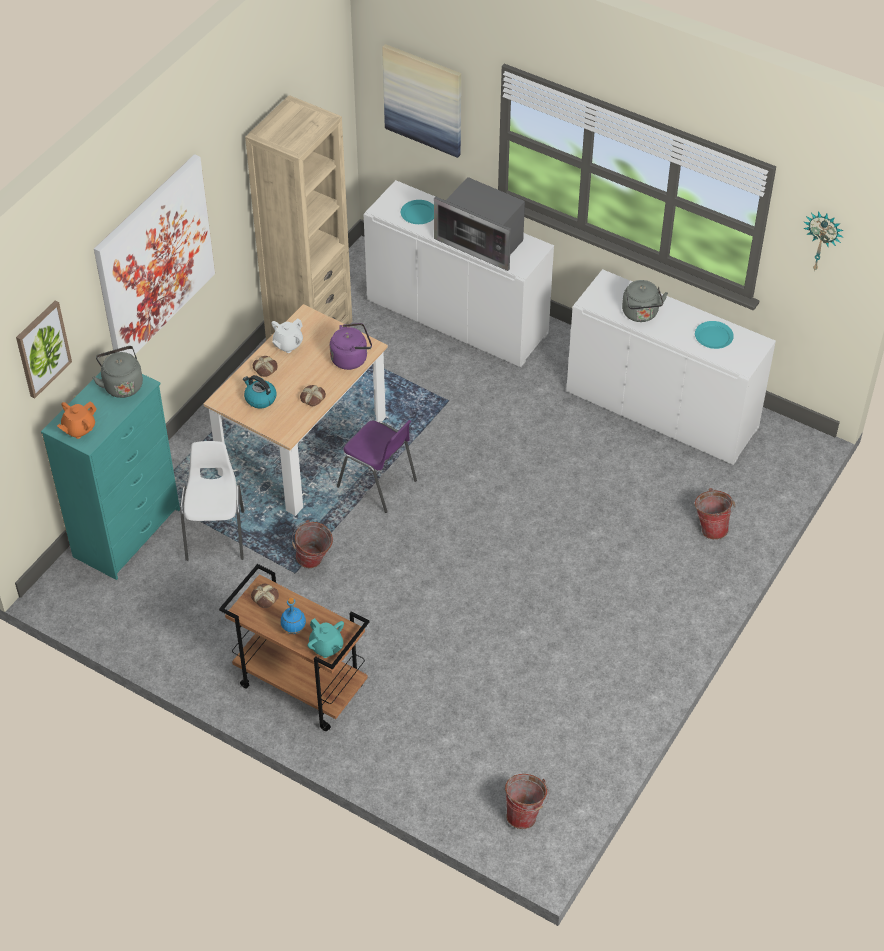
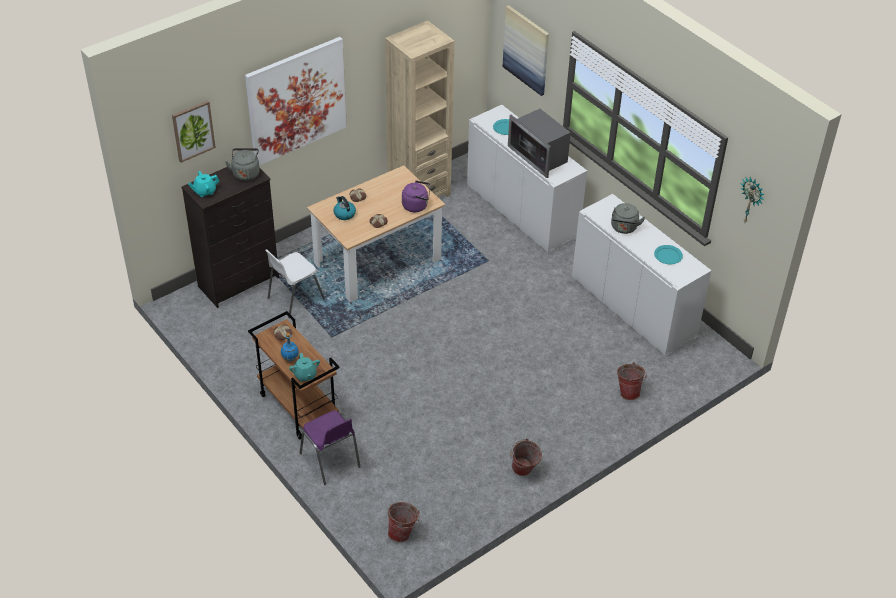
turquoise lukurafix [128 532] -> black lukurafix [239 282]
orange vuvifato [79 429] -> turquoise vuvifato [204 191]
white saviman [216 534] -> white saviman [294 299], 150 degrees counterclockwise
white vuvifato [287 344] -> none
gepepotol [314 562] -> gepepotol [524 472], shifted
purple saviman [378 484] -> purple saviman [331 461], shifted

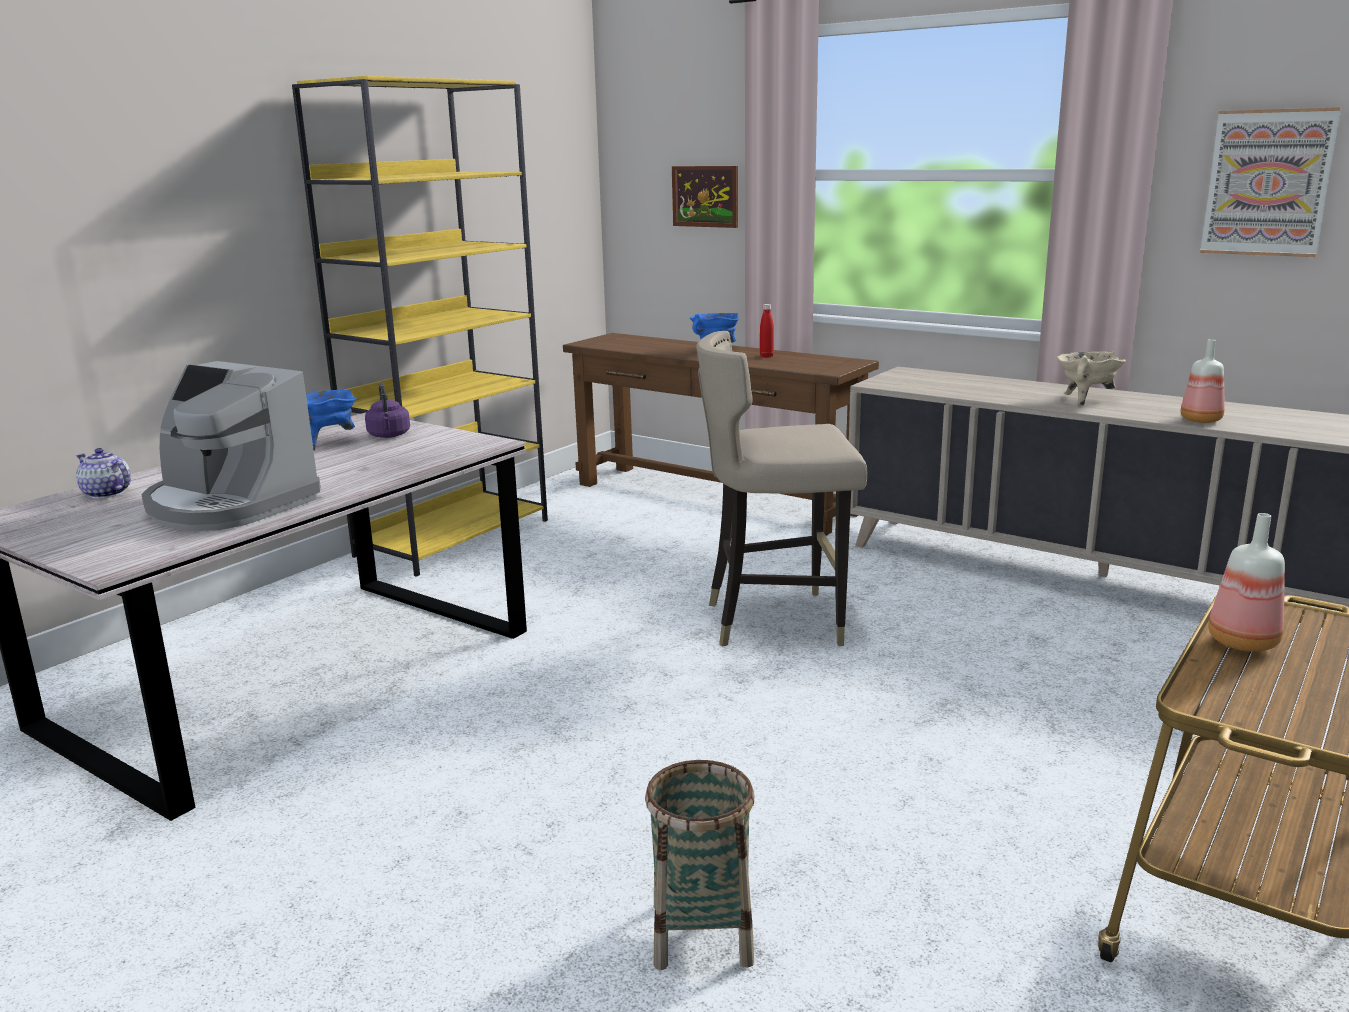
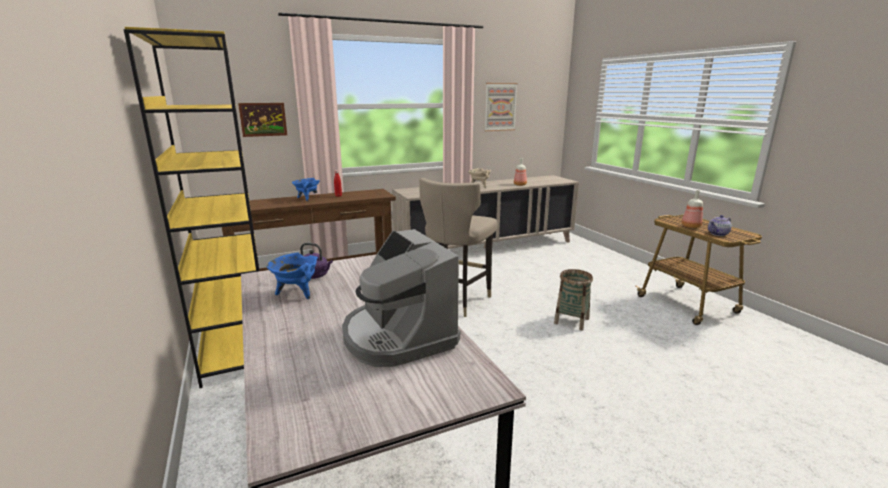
vuvifato [107 493] -> vuvifato [718 234], shifted
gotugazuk [229 505] -> gotugazuk [398 336], 90 degrees clockwise
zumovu [702 934] -> zumovu [571 321], shifted

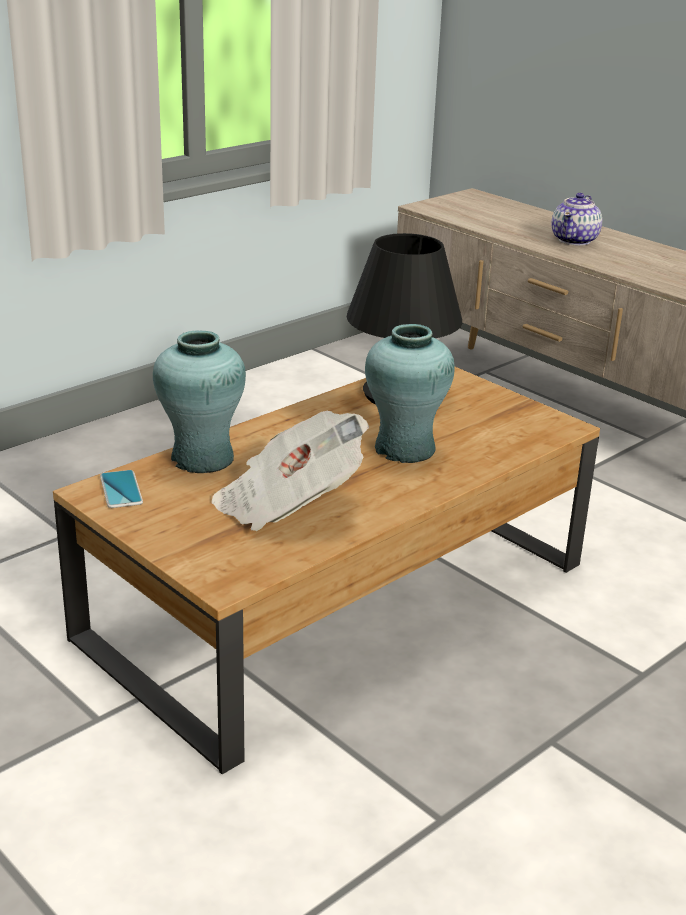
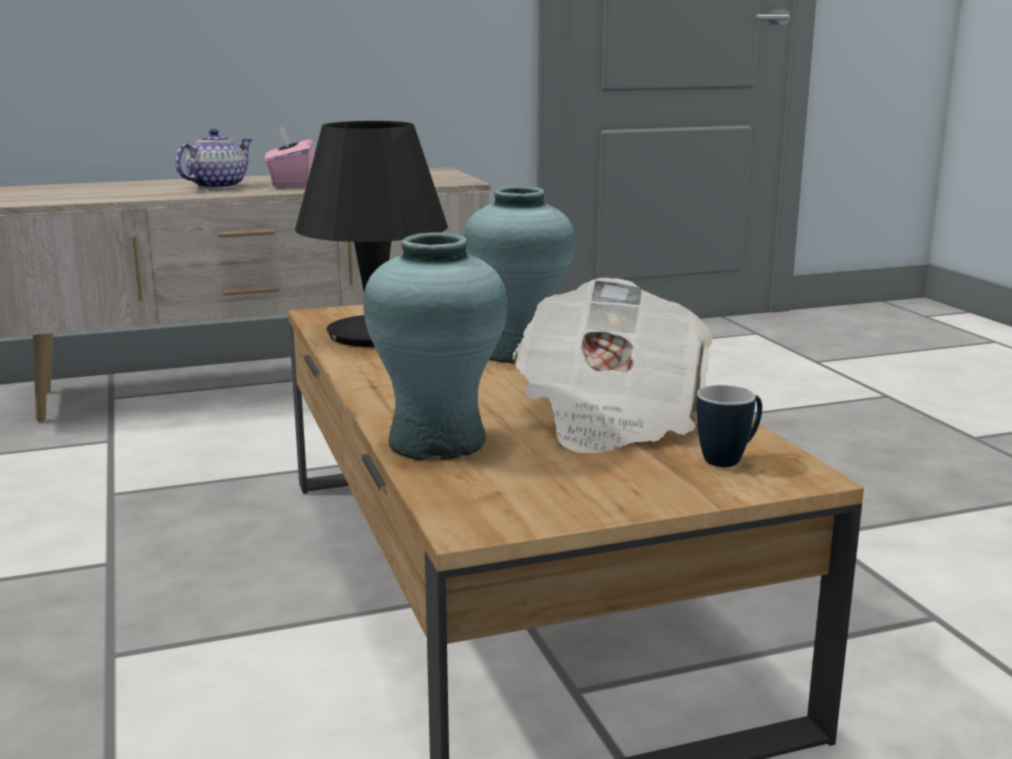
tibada [121 490] -> none
vuvifato [575 240] -> vuvifato [217 186], 105 degrees counterclockwise
none -> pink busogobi [291 183]
none -> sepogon [729 459]

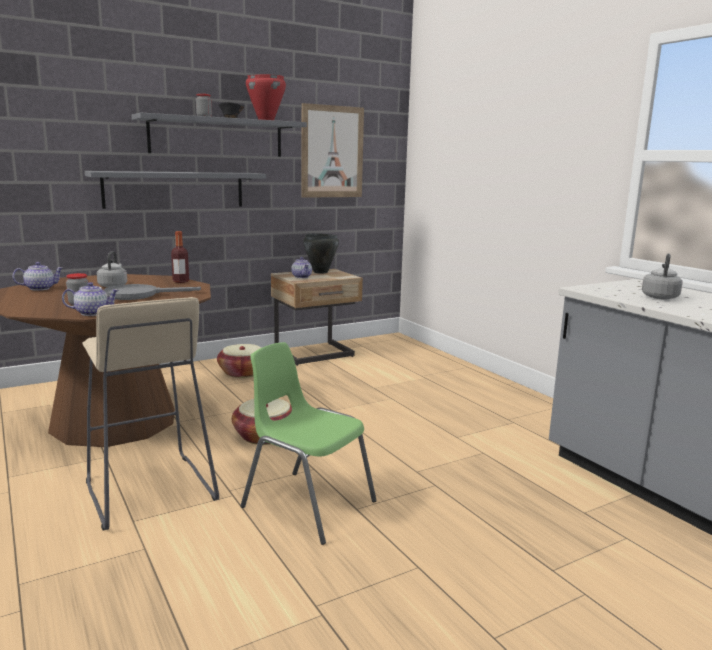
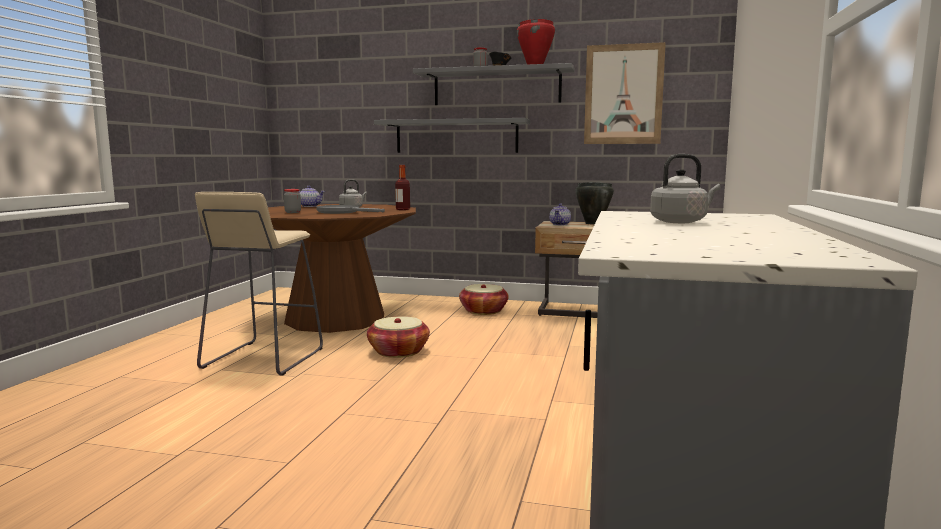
vuvifato [93 313] -> none
green saviman [307 504] -> none

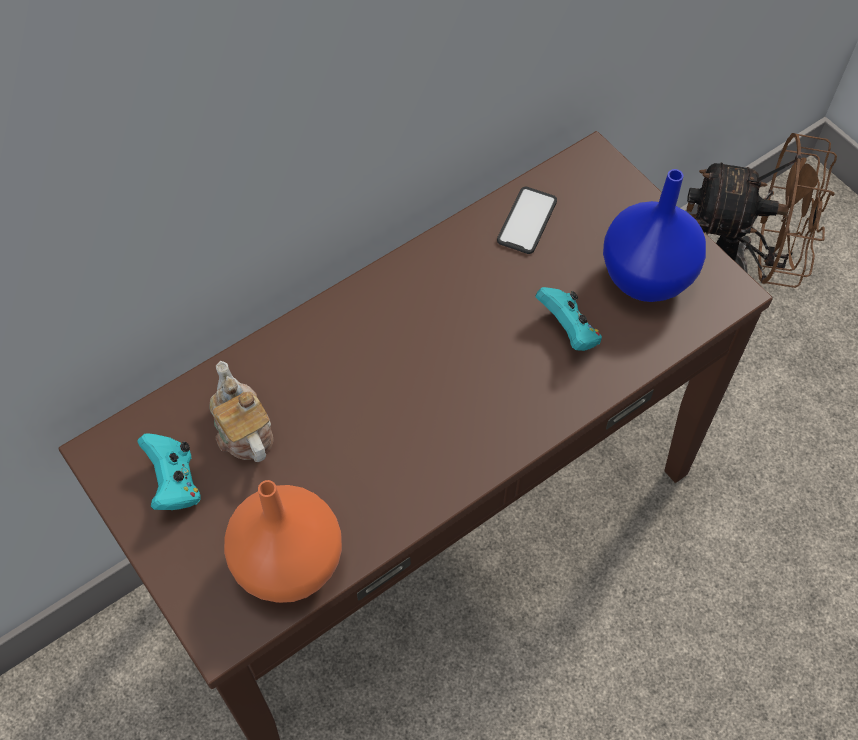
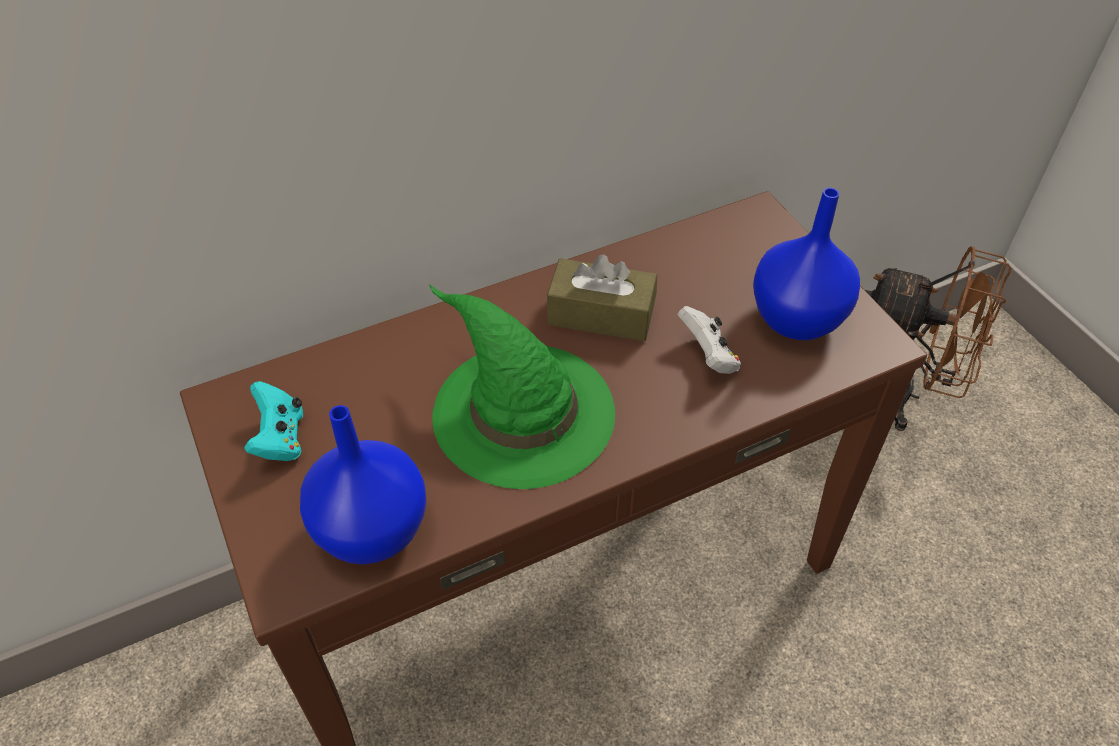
vuvifato [243 430] -> none
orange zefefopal [288 566] -> blue zefefopal [371 533]
tibada [527 221] -> none
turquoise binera [568 331] -> white binera [708 357]
none -> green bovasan [520 411]
none -> brown busogobi [601 314]

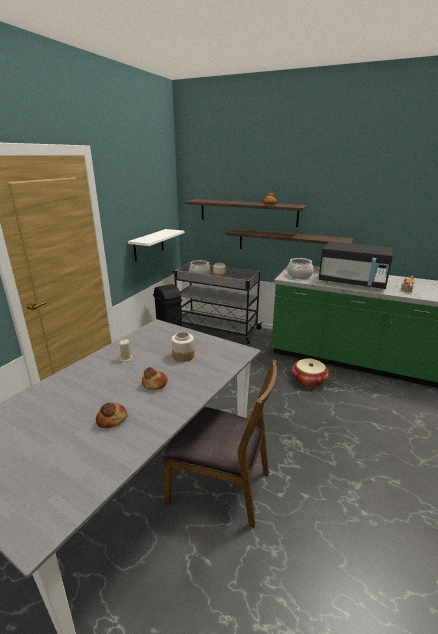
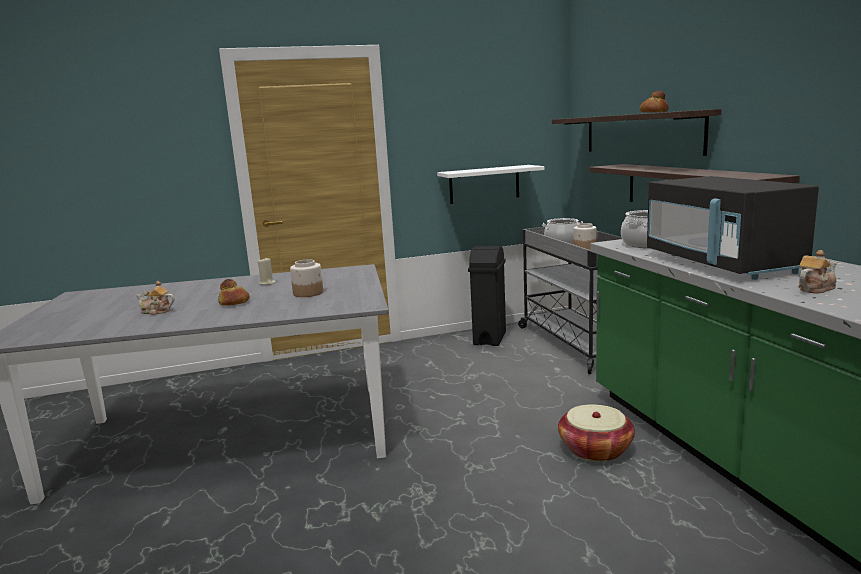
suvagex [112 420] -> vuvifato [156 311]
brown saviman [220 486] -> none

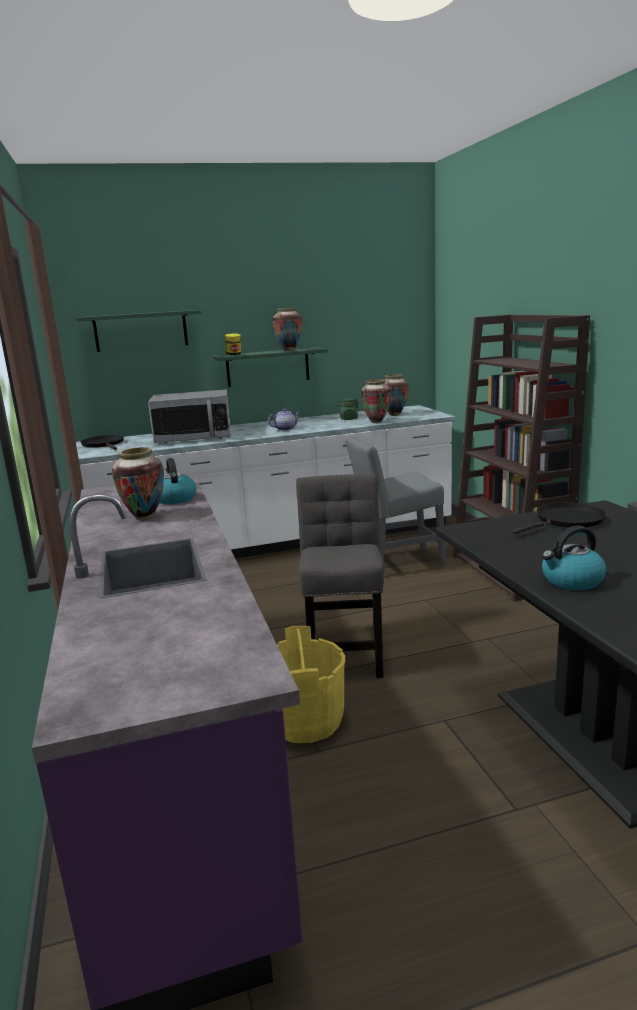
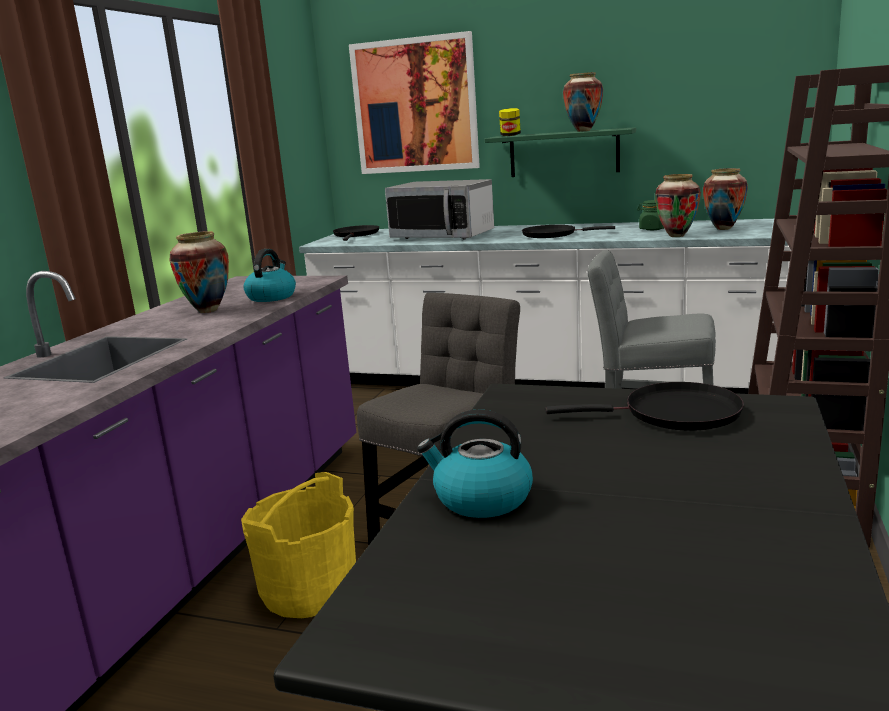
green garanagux [141 331] -> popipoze [415 106]
vuvifato [285 429] -> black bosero [553 235]

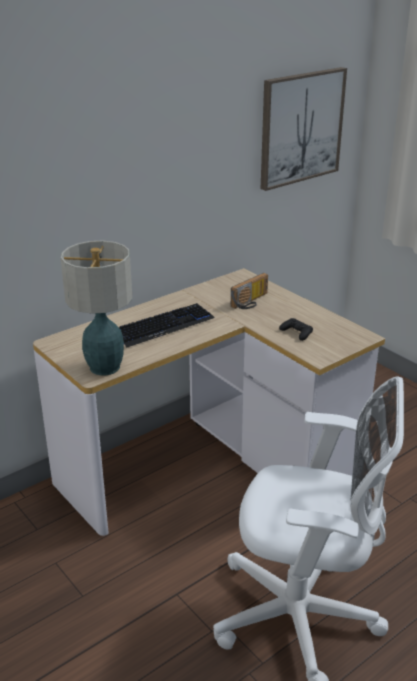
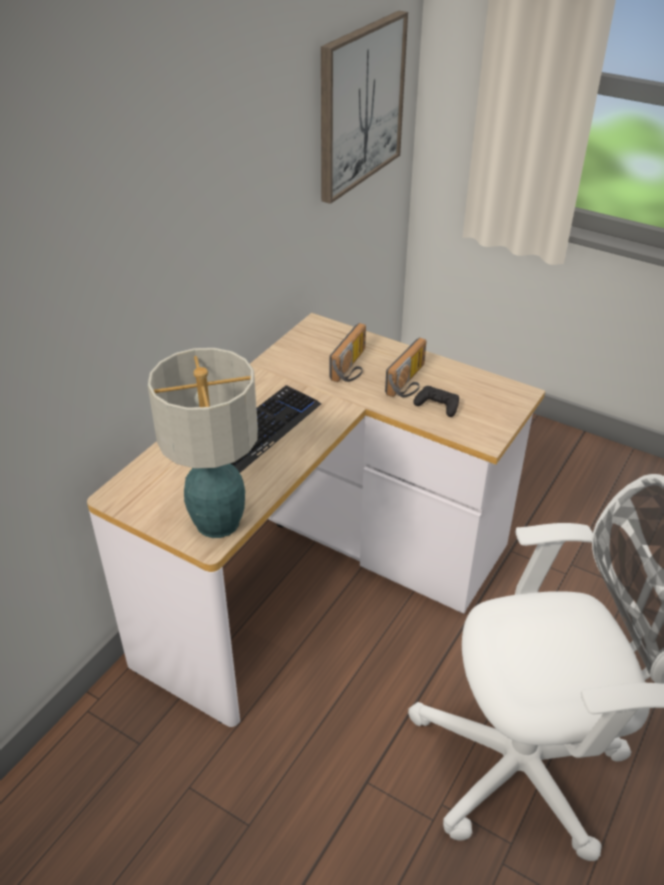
none -> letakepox [410 382]

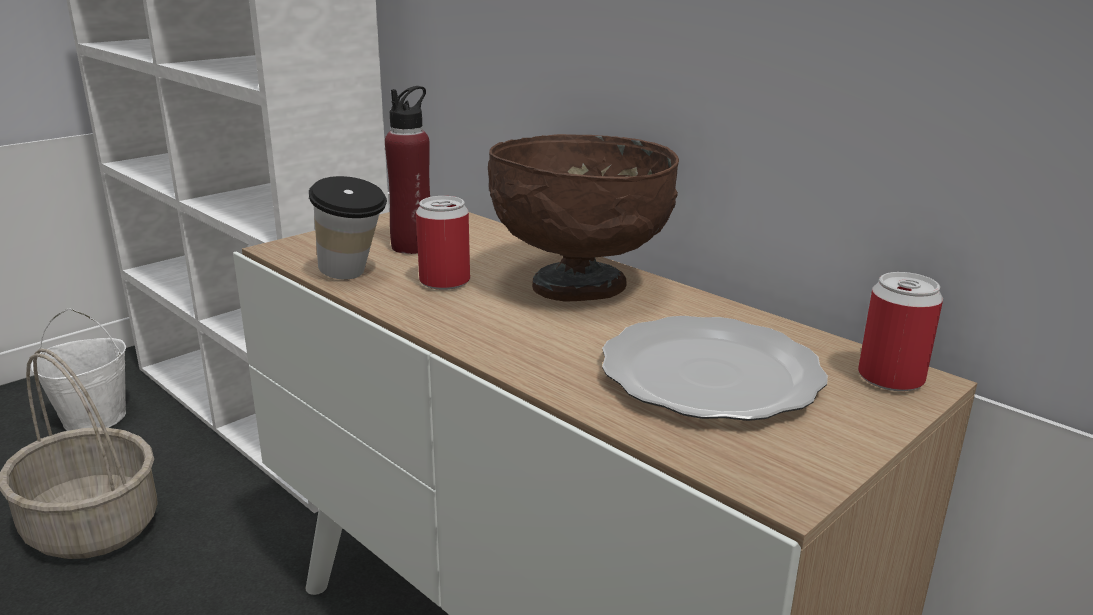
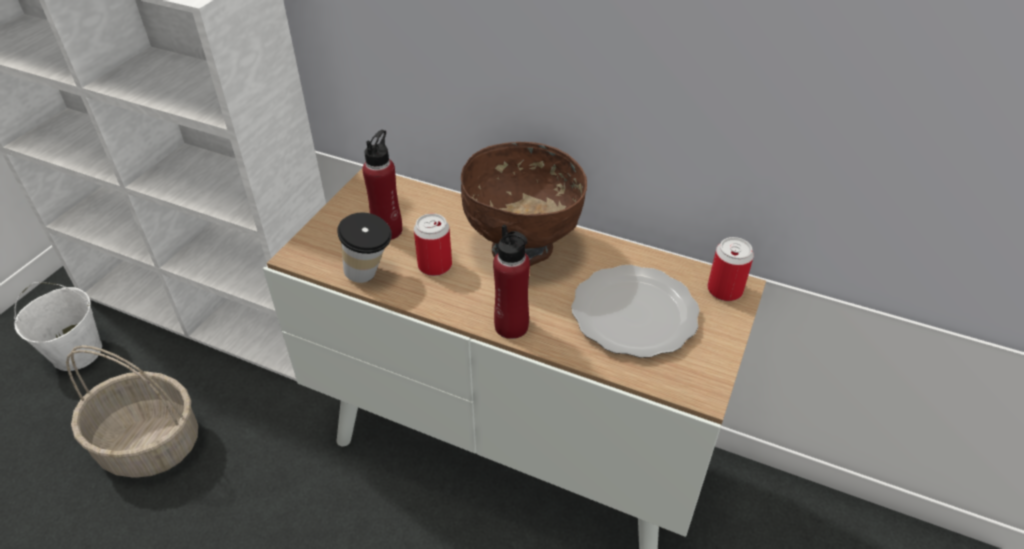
none -> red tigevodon [511 326]

